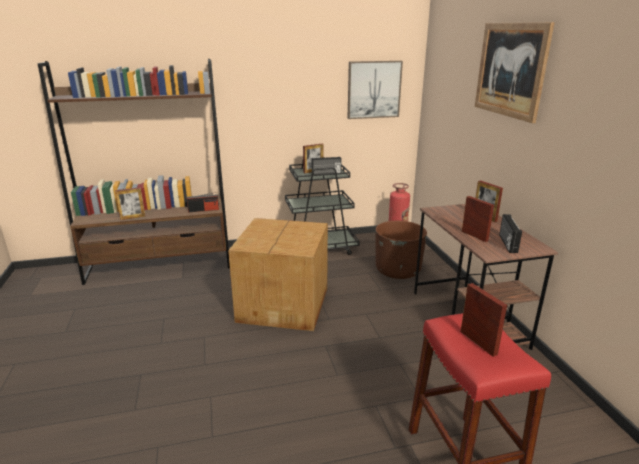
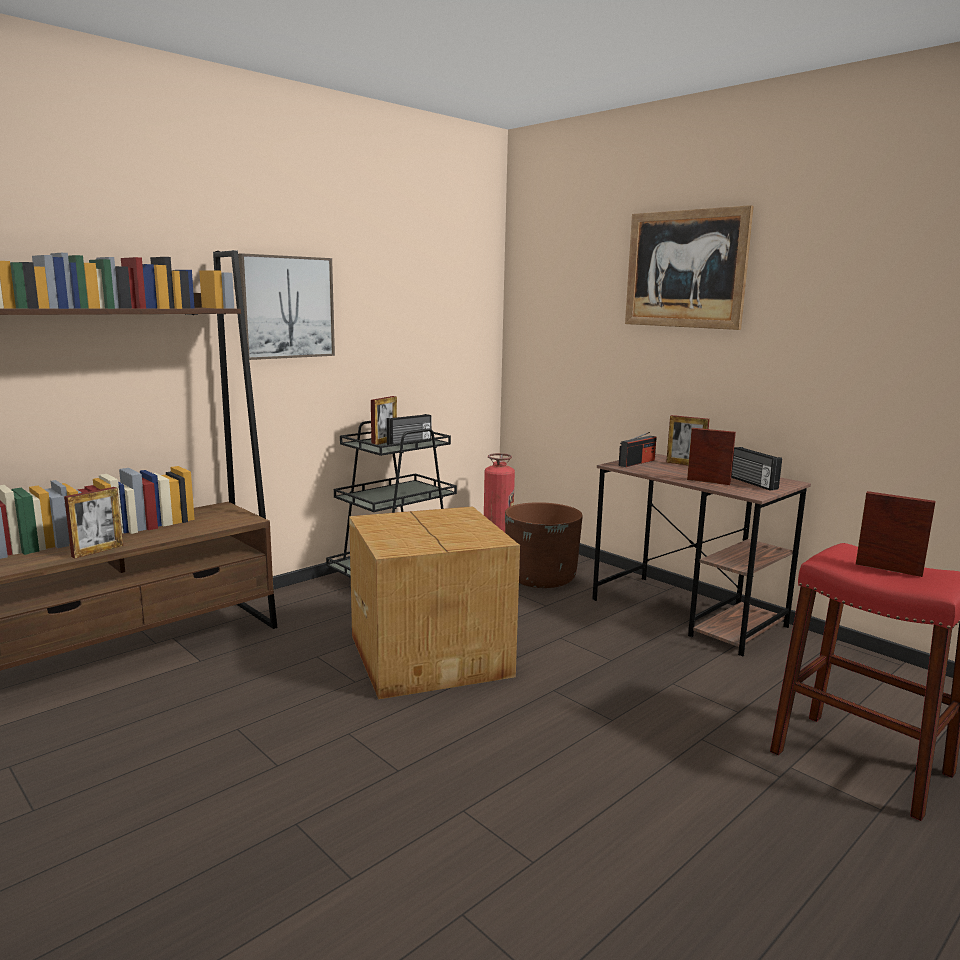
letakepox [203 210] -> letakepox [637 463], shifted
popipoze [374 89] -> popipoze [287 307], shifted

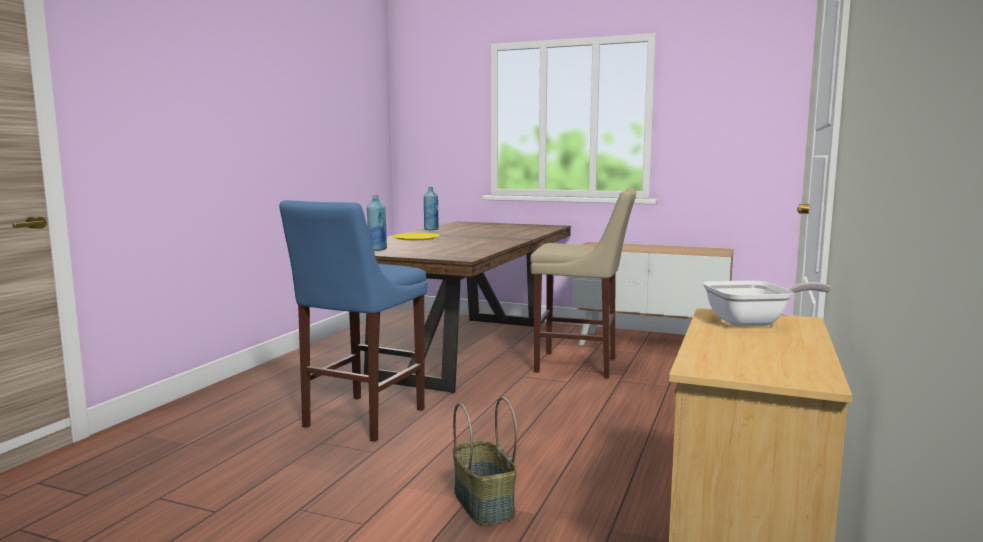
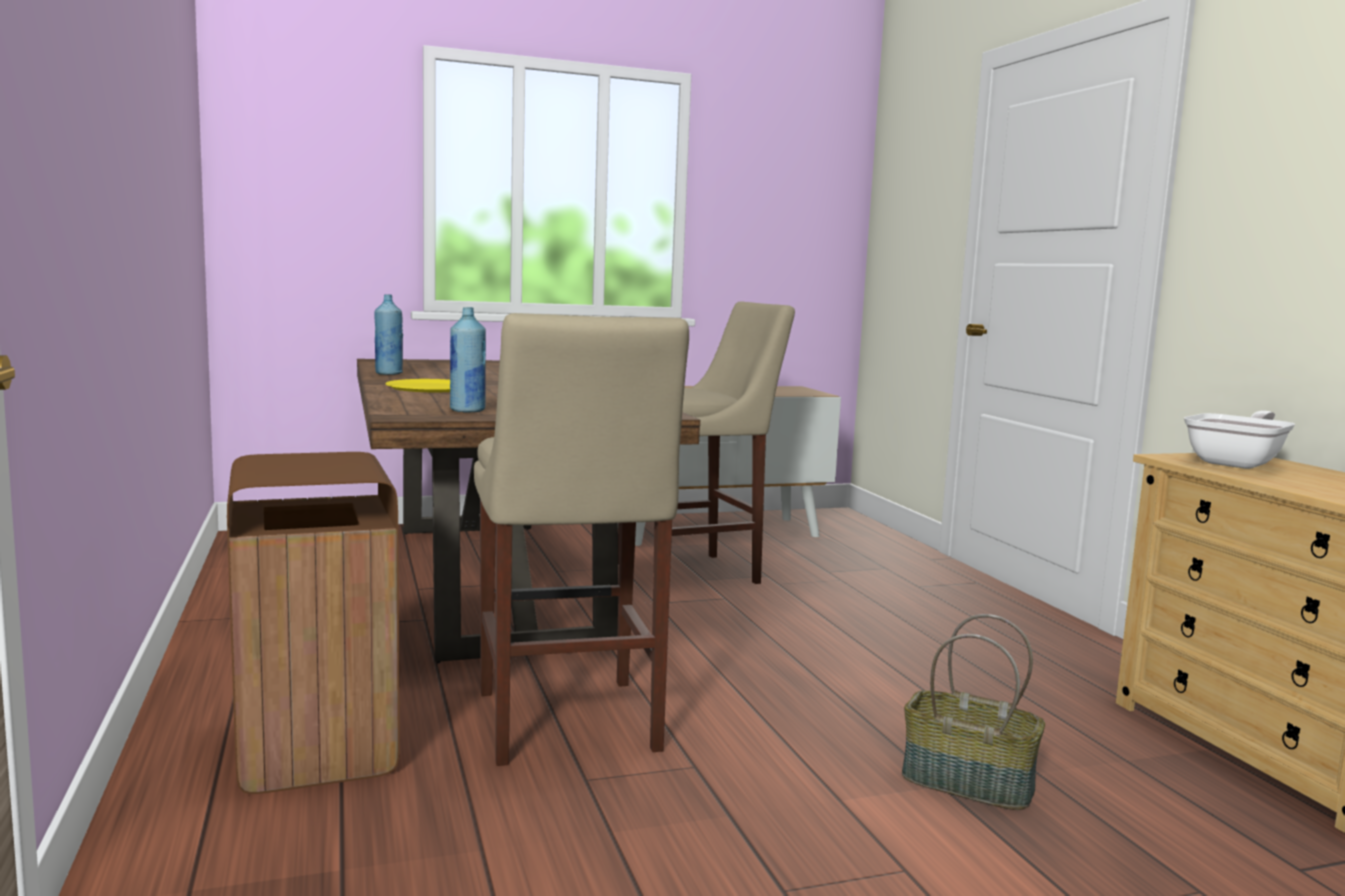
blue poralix [360 419] -> beige poralix [567 725]
none -> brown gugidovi [313 749]

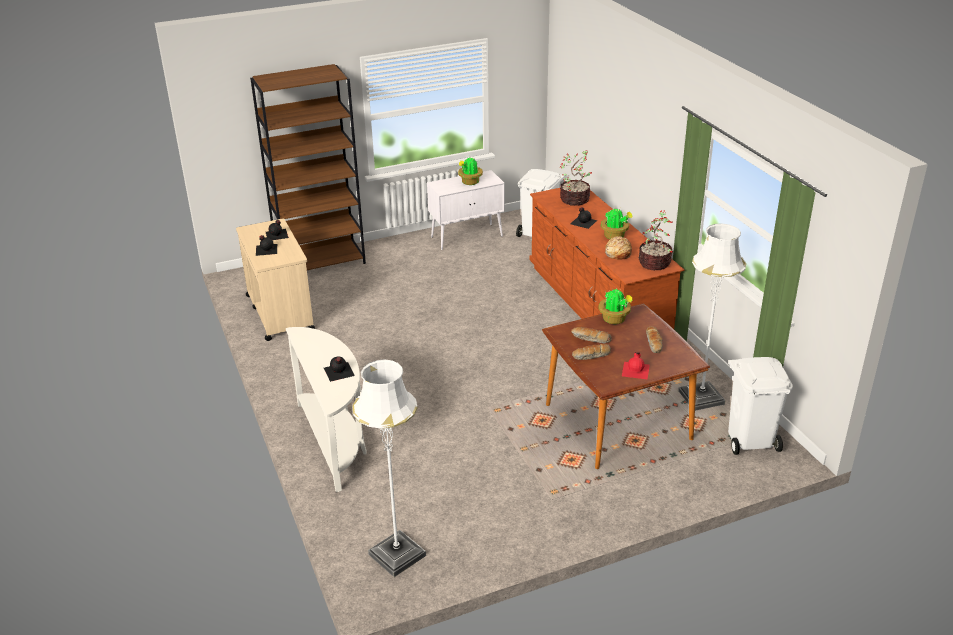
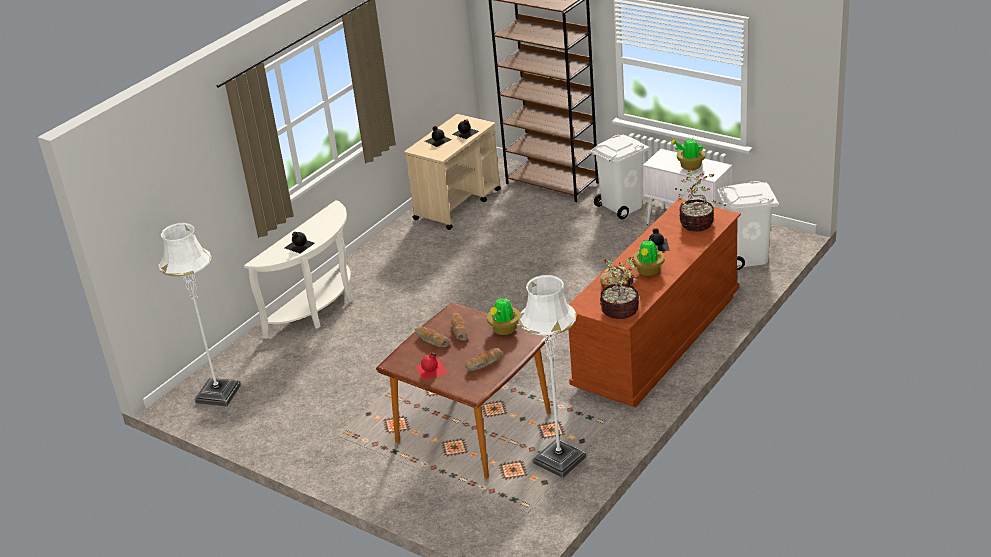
white gugidovi [751 439] -> white gugidovi [622 207], shifted

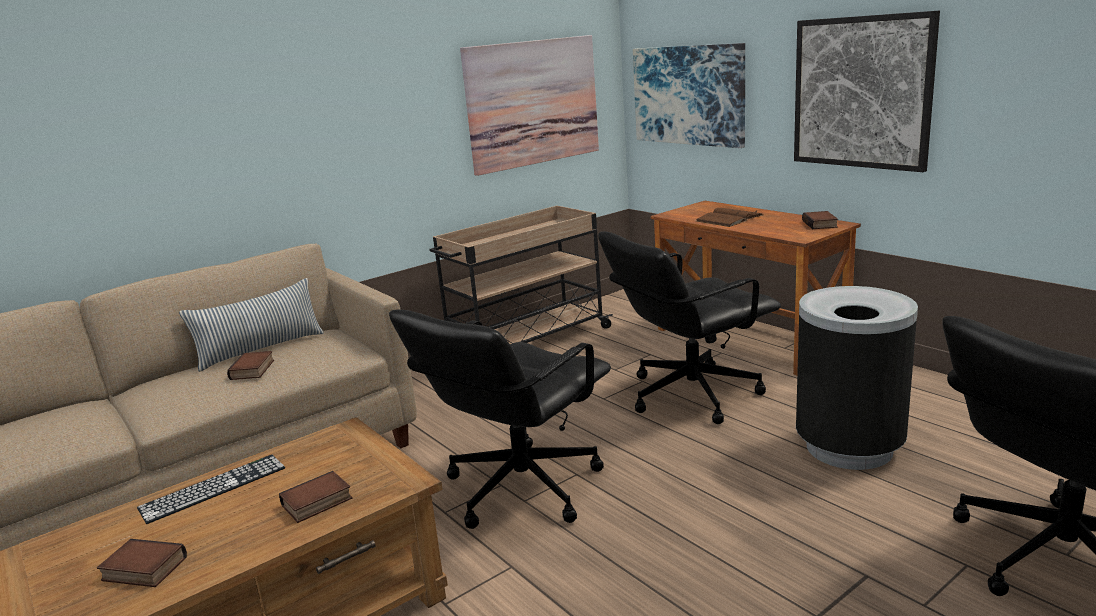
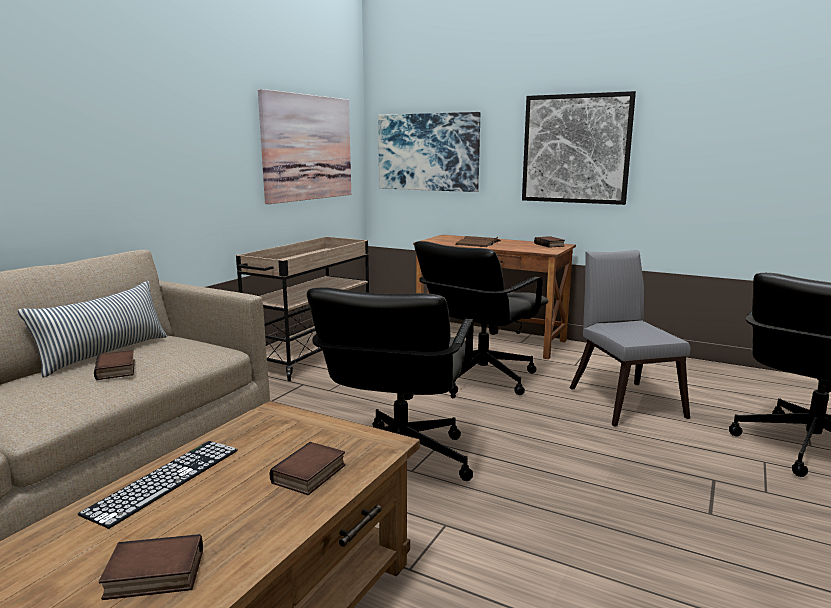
black gugidovi [849 447] -> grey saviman [623 400]

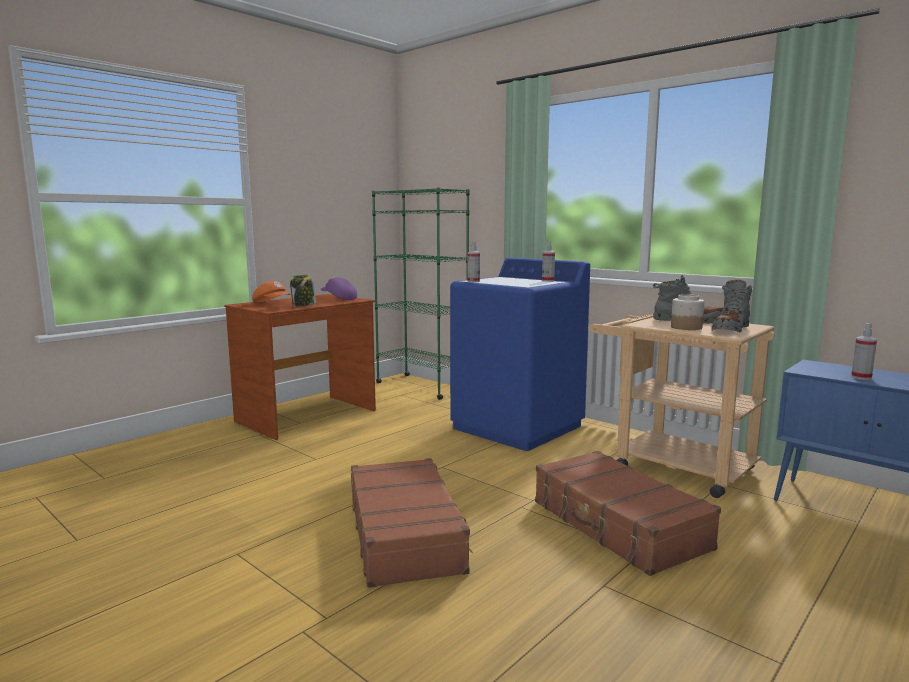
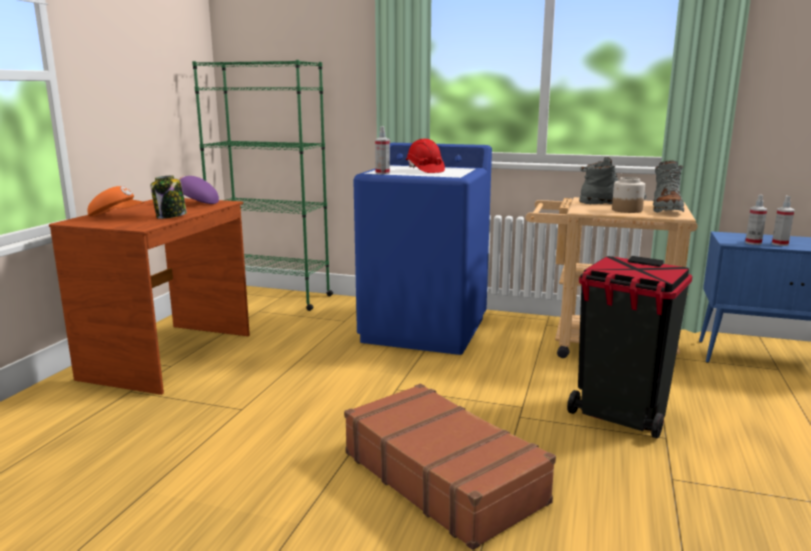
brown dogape [618 525] -> black gugidovi [620 415]
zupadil [548 281] -> zupadil [753 243], shifted
none -> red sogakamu [424 170]

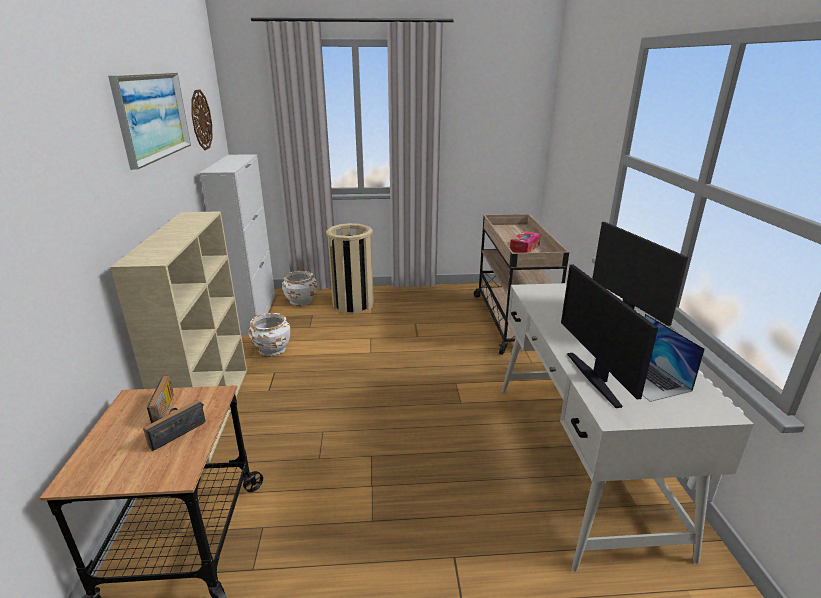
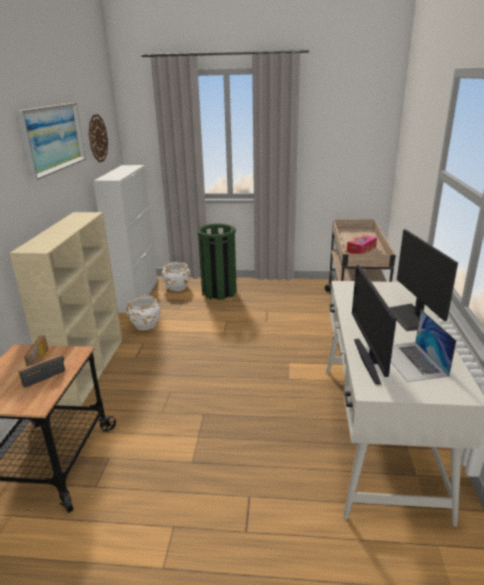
beige gugidovi [353 304] -> green gugidovi [219 292]

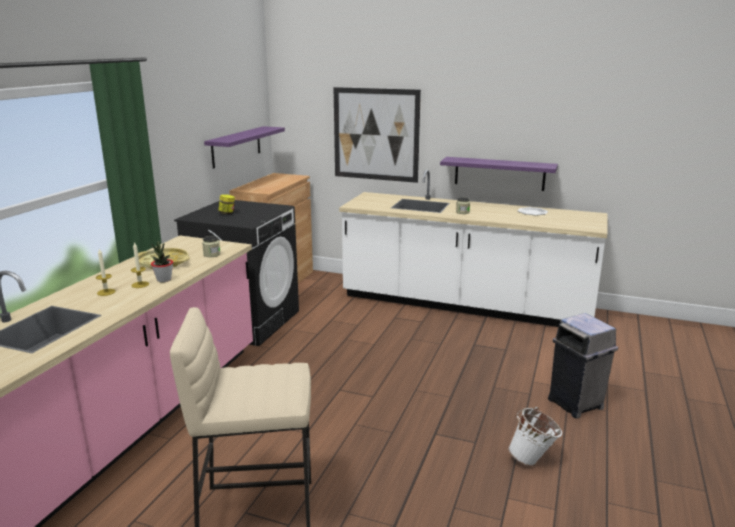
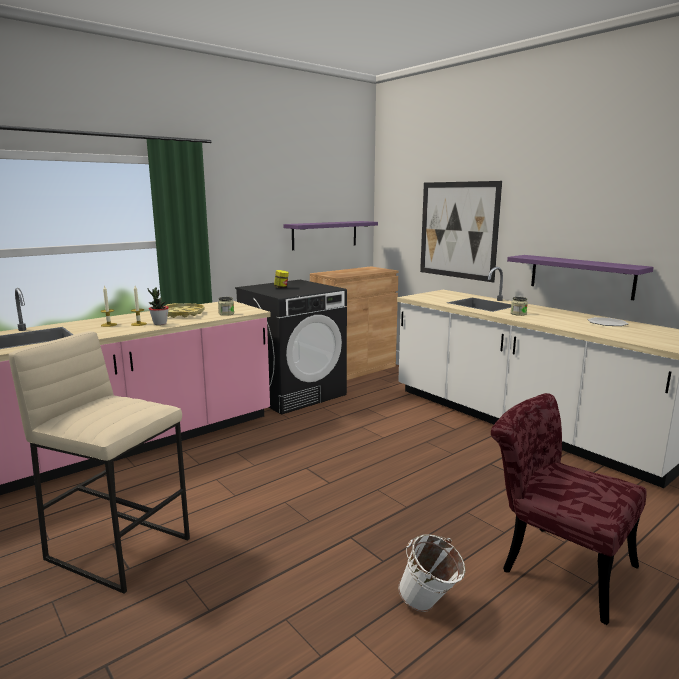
grey gugidovi [576 404] -> red saviman [555 563]

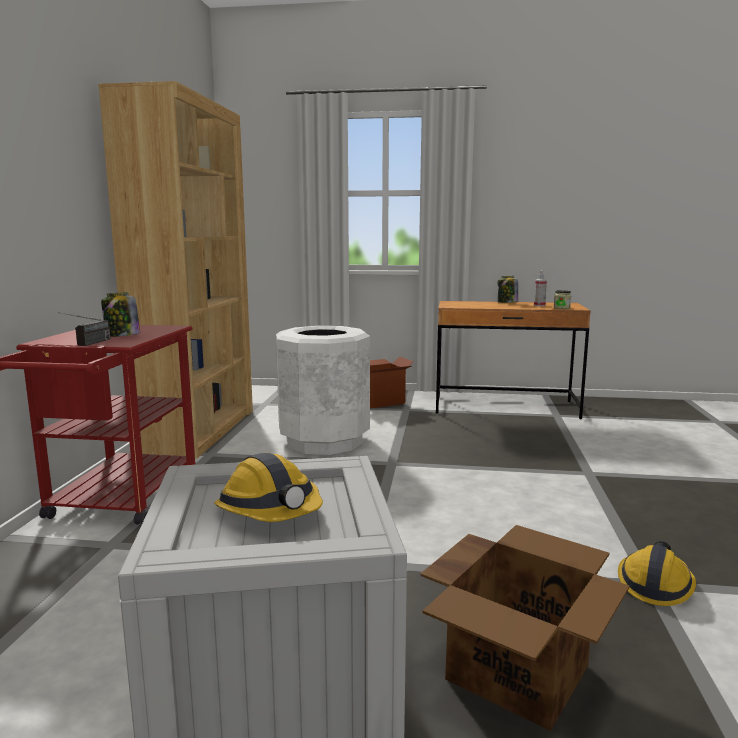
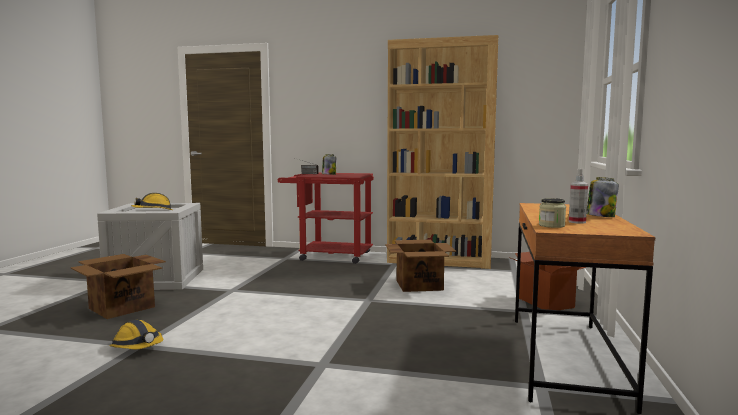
white gugidovi [323 441] -> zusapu [419 285]

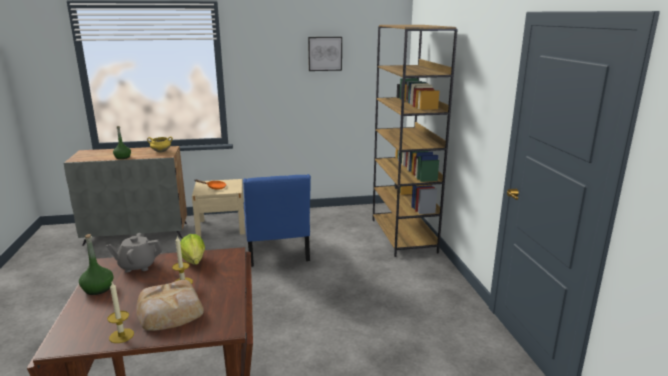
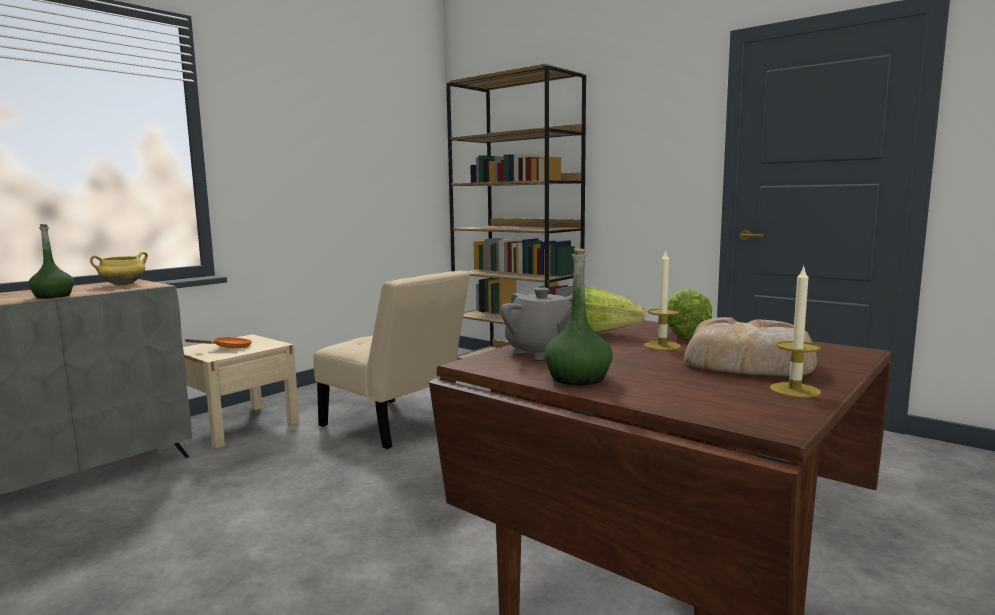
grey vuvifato [137 266] -> grey vuvifato [542 352], 75 degrees counterclockwise
blue saviman [277 252] -> beige saviman [395 425]
popipoze [325 53] -> none
none -> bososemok [685 333]

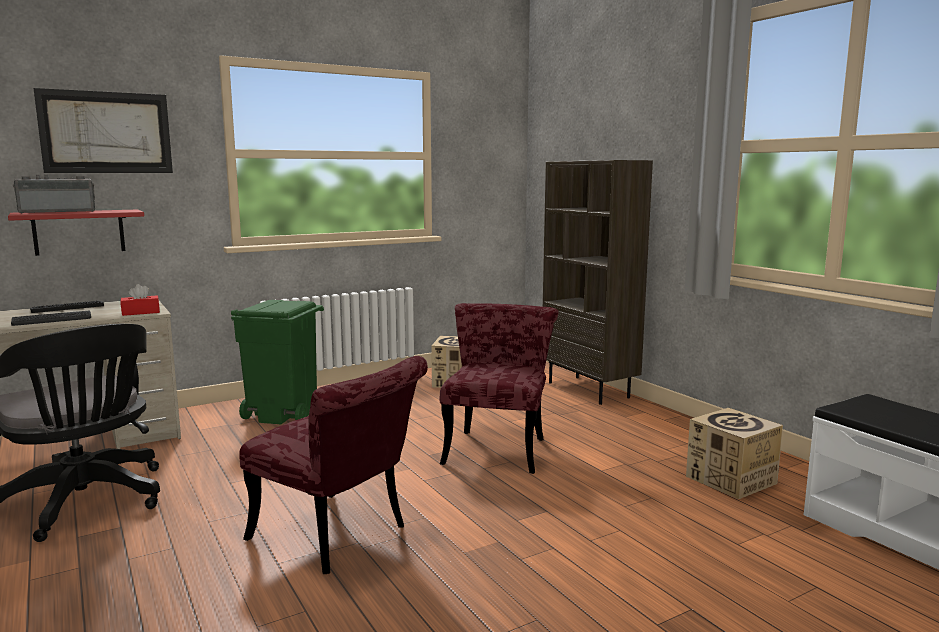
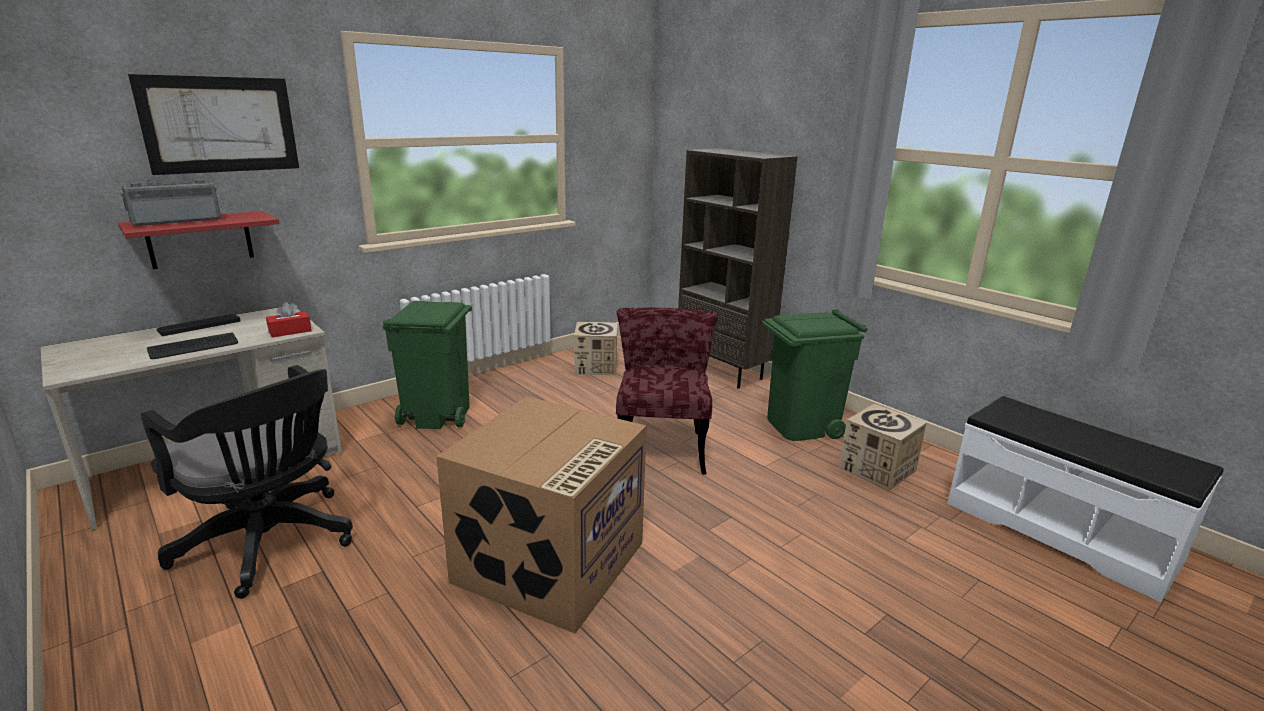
red saviman [339 537] -> zusapu [550 564]
none -> green gugidovi [801 426]

